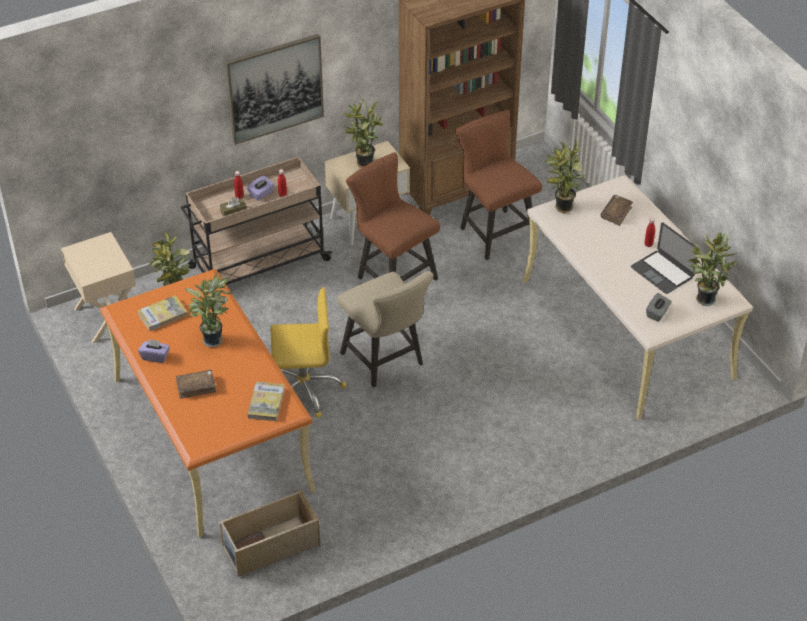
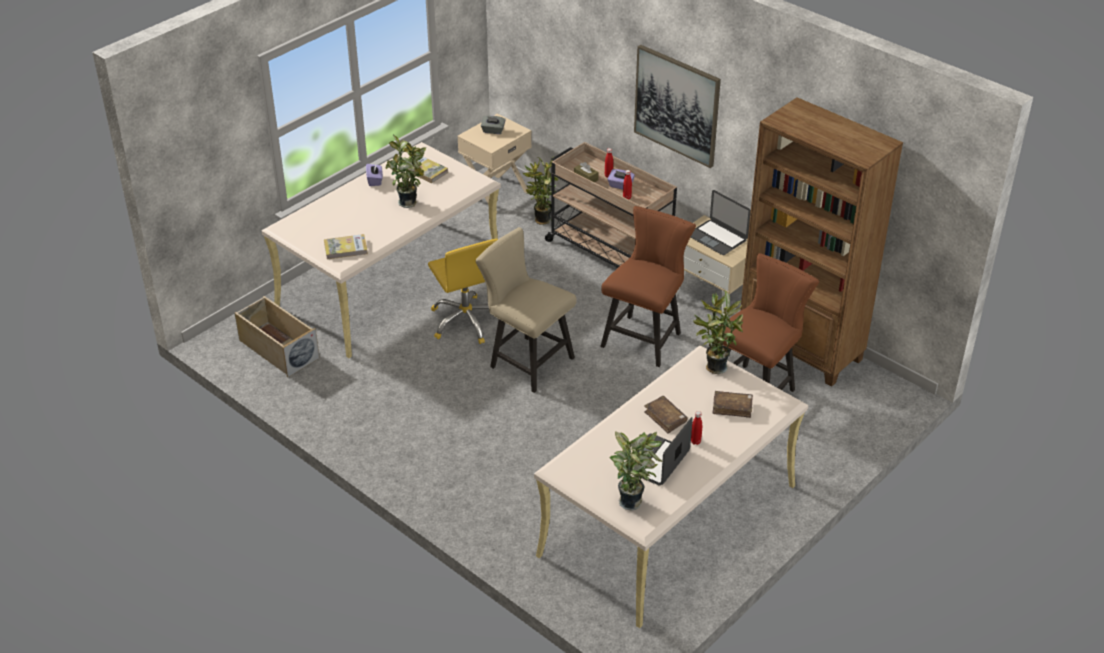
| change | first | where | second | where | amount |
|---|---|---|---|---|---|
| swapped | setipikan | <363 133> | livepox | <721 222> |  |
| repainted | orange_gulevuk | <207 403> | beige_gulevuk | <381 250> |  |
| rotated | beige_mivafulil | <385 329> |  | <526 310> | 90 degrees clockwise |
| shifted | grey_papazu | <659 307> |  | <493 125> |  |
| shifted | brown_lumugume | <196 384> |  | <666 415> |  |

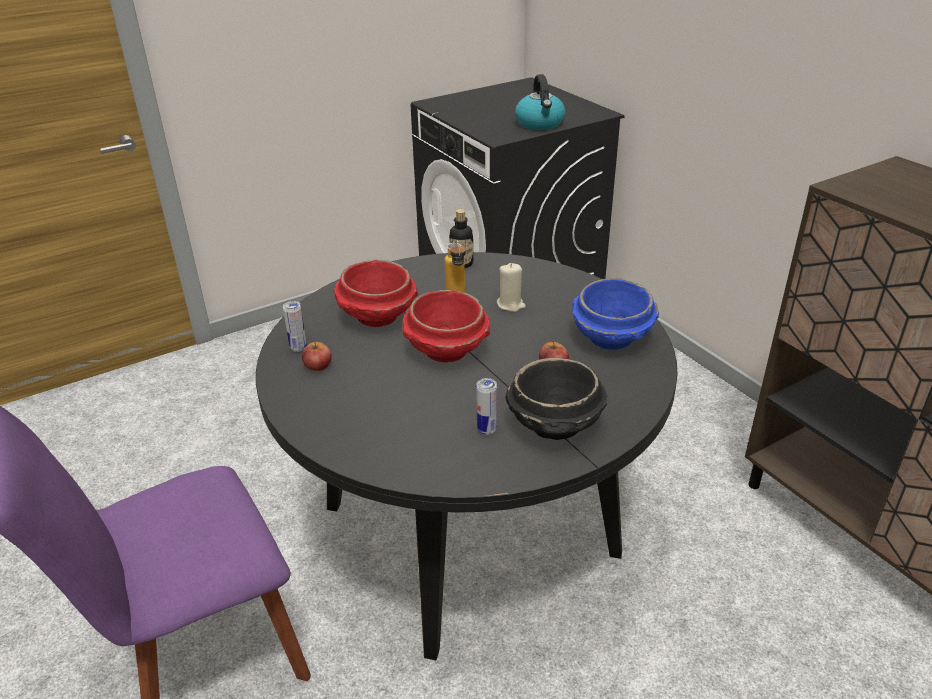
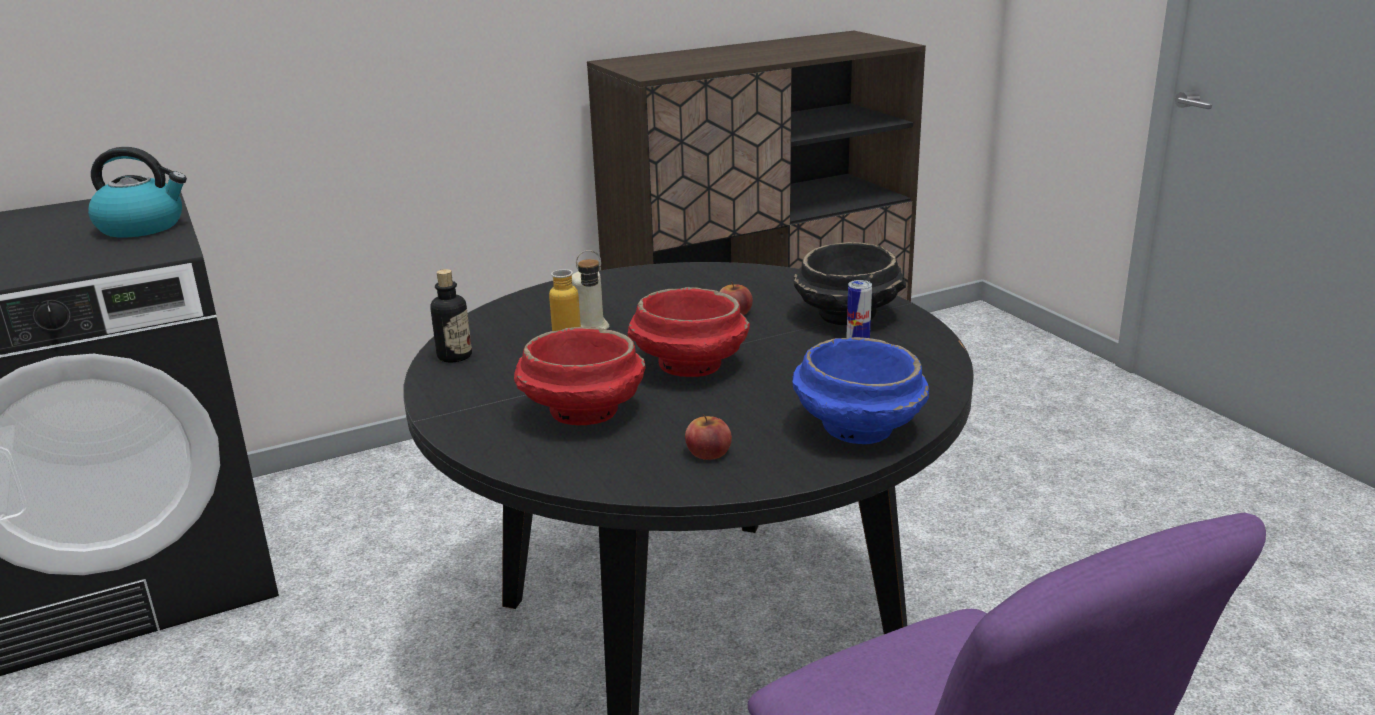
| change | first | where | second | where | amount |
|---|---|---|---|---|---|
| shifted | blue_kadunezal | <615 314> |  | <860 390> |  |
| gone | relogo | <295 326> |  |  |  |

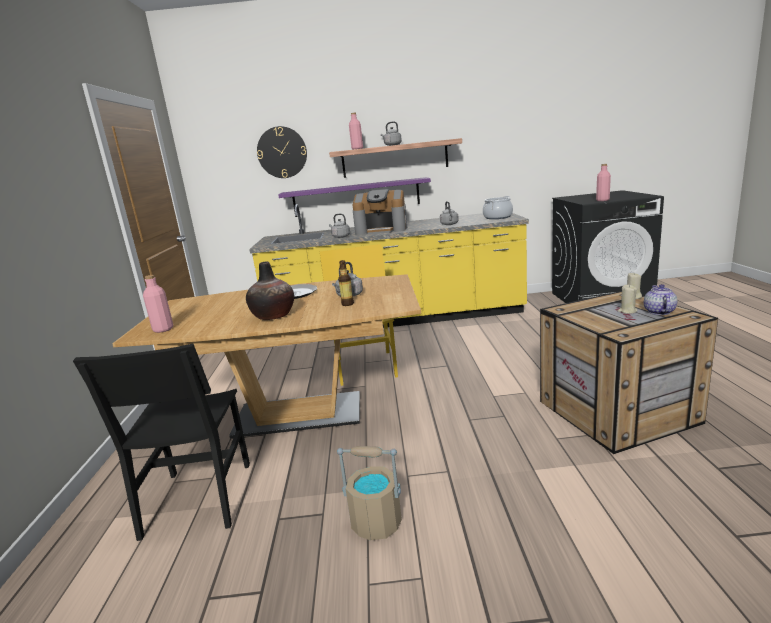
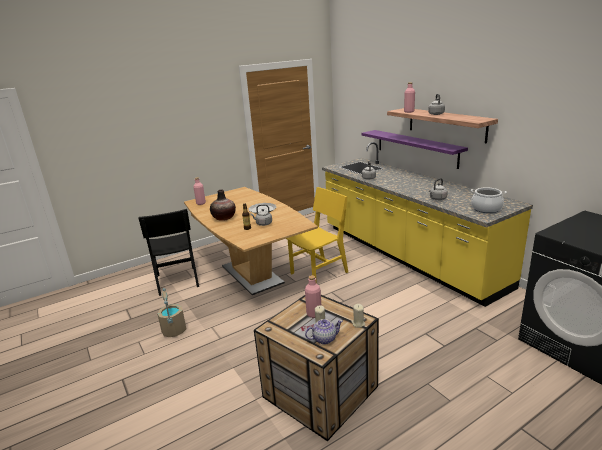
| change | first | where | second | where | amount |
|---|---|---|---|---|---|
| gone | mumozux | <282 152> |  |  |  |
| shifted | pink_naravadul | <603 182> |  | <313 296> |  |
| gone | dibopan | <380 212> |  |  |  |
| rotated | black_mivafulil | <161 442> |  | <169 252> | 75 degrees counterclockwise |

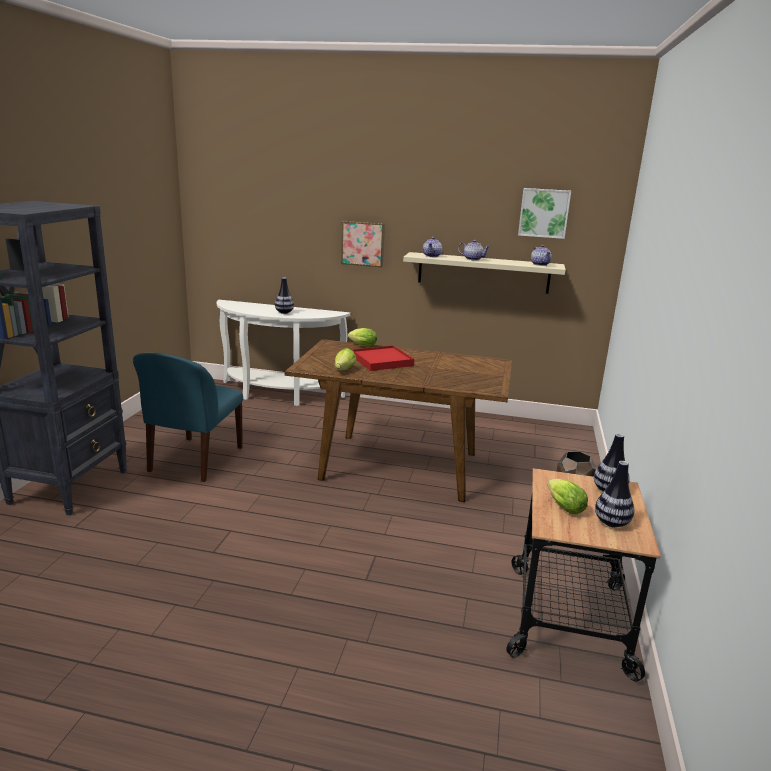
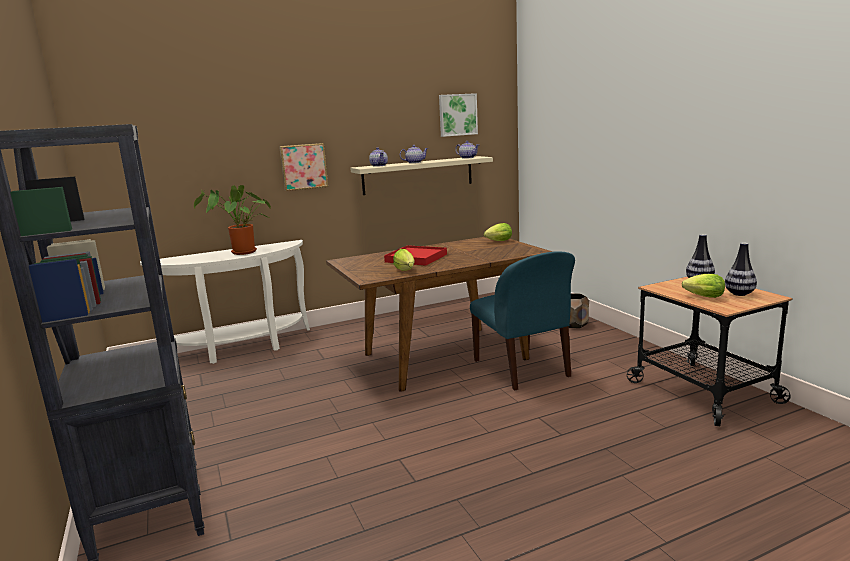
| change | first | where | second | where | amount |
|---|---|---|---|---|---|
| swapped | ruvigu | <284 295> | setipikan | <232 220> |  |
| shifted | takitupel | <362 337> |  | <498 232> |  |
| shifted | blue_mivafulil | <188 417> |  | <522 321> |  |

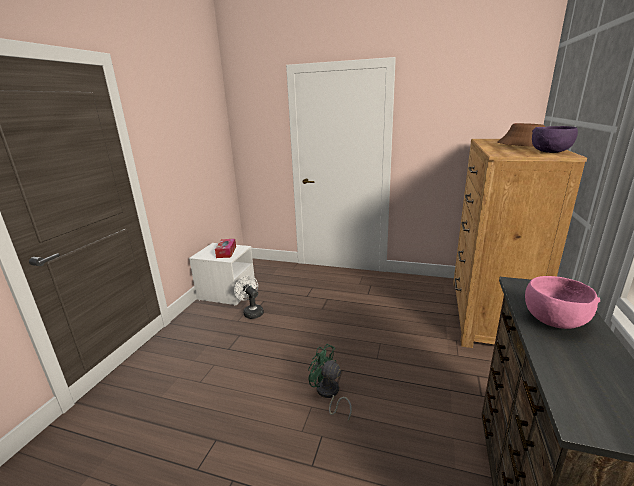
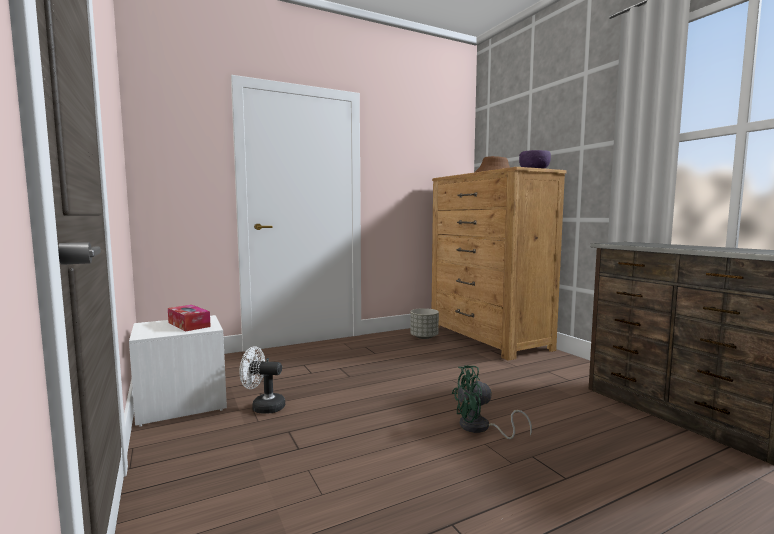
| change | first | where | second | where | amount |
|---|---|---|---|---|---|
| gone | pink_kadunezal | <562 302> |  |  |  |
| new |  |  | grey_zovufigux | <424 323> |  |

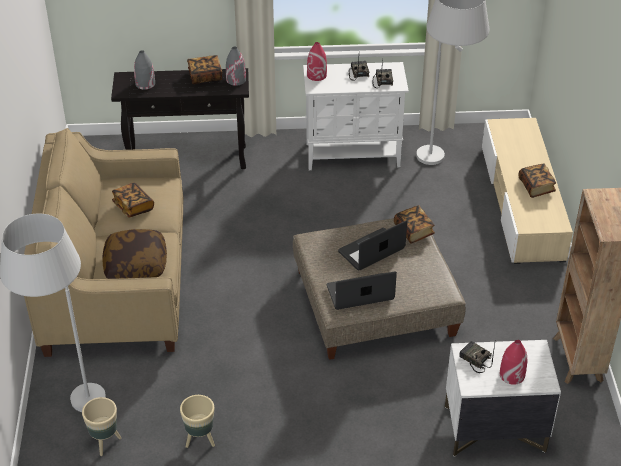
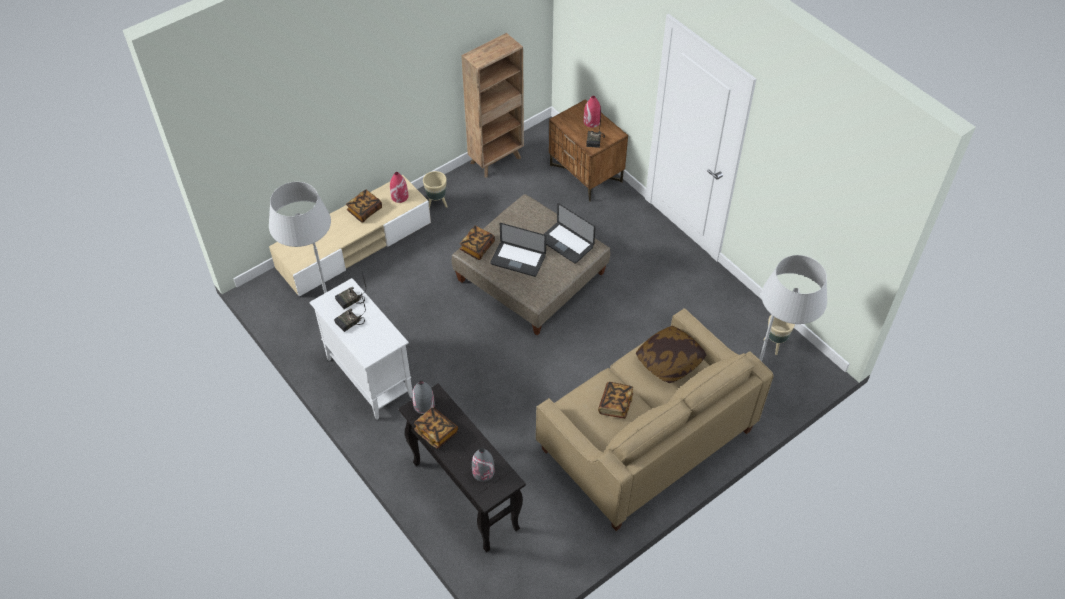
| change | first | where | second | where | amount |
|---|---|---|---|---|---|
| shifted | red_ruvigu | <317 61> |  | <399 187> |  |
| repainted | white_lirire | <503 398> | brown_lirire | <588 150> |  |
| shifted | beige_zovufigux | <197 421> |  | <435 190> |  |

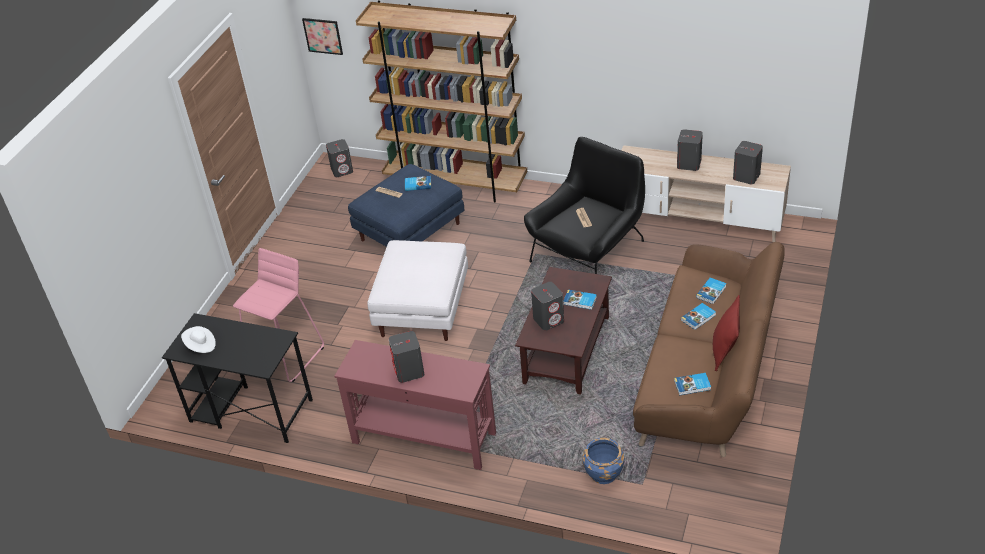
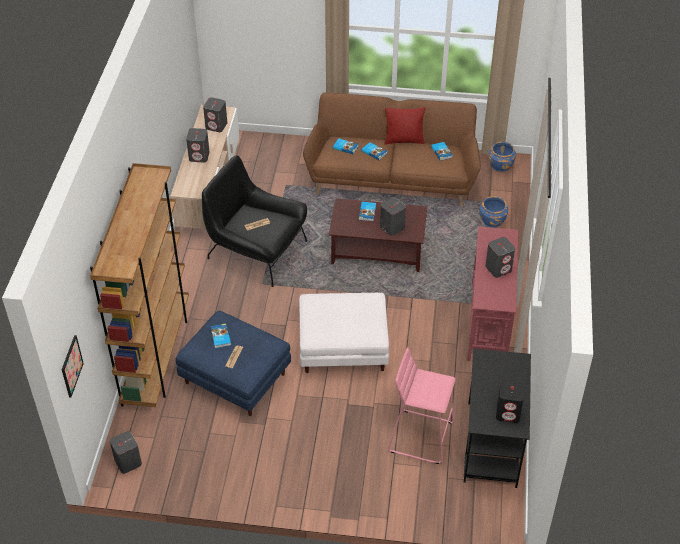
| change | first | where | second | where | amount |
|---|---|---|---|---|---|
| swapped | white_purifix | <198 339> | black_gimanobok | <510 401> |  |
| new |  |  | blue_zovufigux | <502 157> |  |

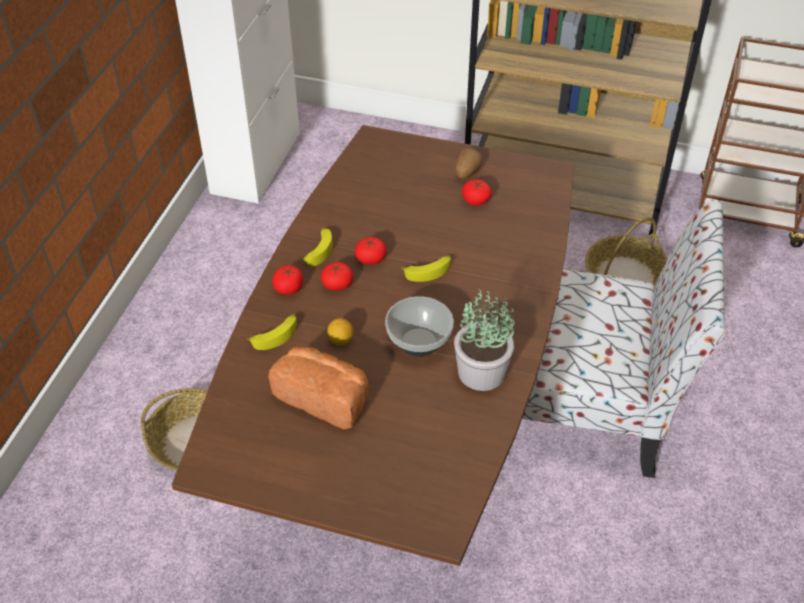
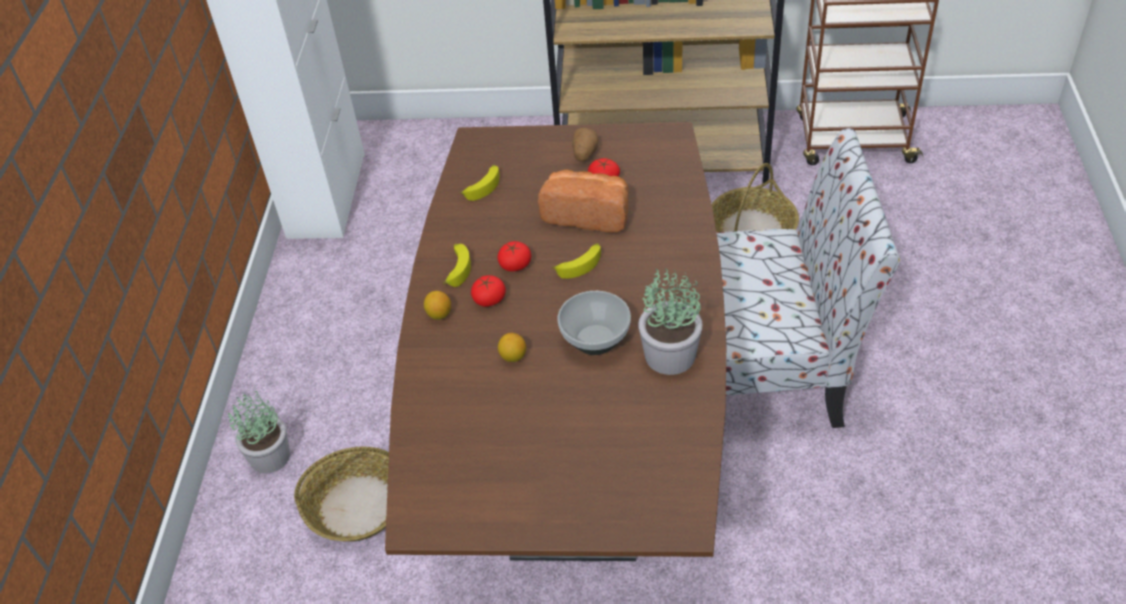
| change | first | where | second | where | amount |
|---|---|---|---|---|---|
| swapped | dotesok | <287 280> | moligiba | <437 305> |  |
| shifted | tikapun | <272 332> |  | <480 183> |  |
| shifted | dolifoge | <318 387> |  | <583 201> |  |
| new |  |  | setipikan | <259 431> |  |

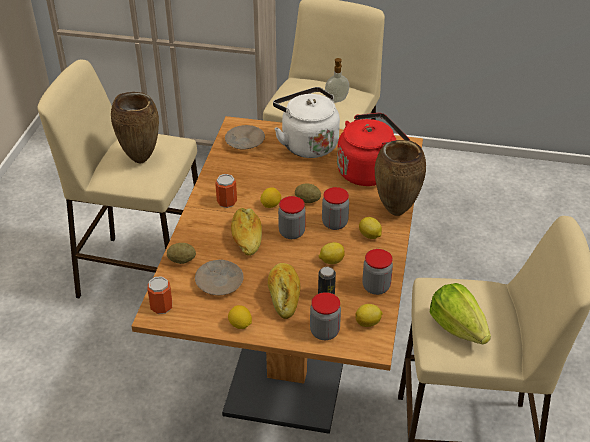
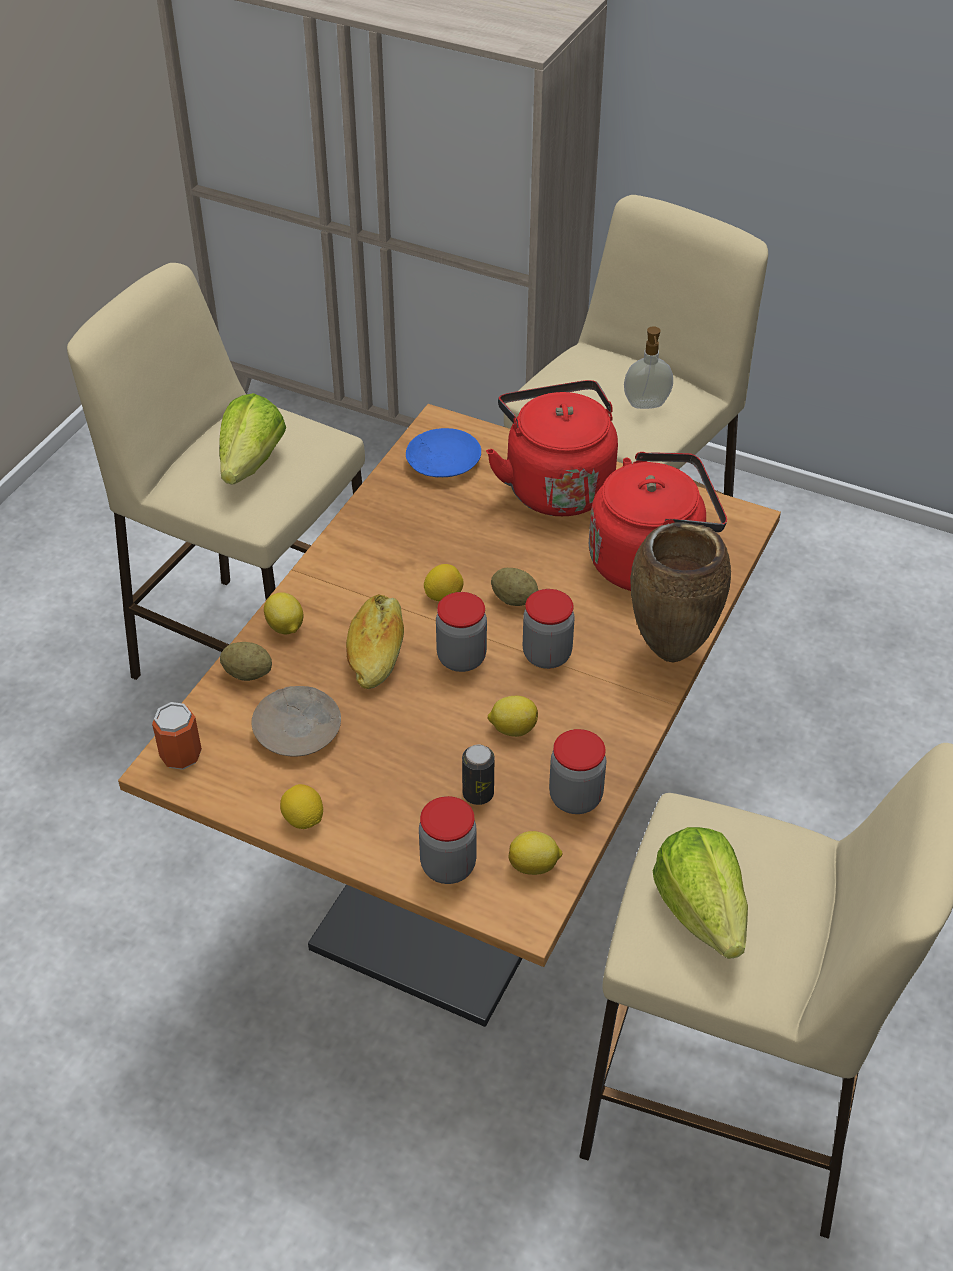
| change | first | where | second | where | amount |
|---|---|---|---|---|---|
| repainted | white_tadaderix | <306 122> | red_tadaderix | <552 448> |  |
| swapped | brown_ruvigu | <135 127> | takitupel | <252 439> |  |
| repainted | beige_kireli | <245 137> | blue_kireli | <443 452> |  |
| gone | relogo | <226 191> |  |  |  |
| shifted | moligiba | <370 228> |  | <284 613> |  |
| gone | dolifoge | <284 291> |  |  |  |

